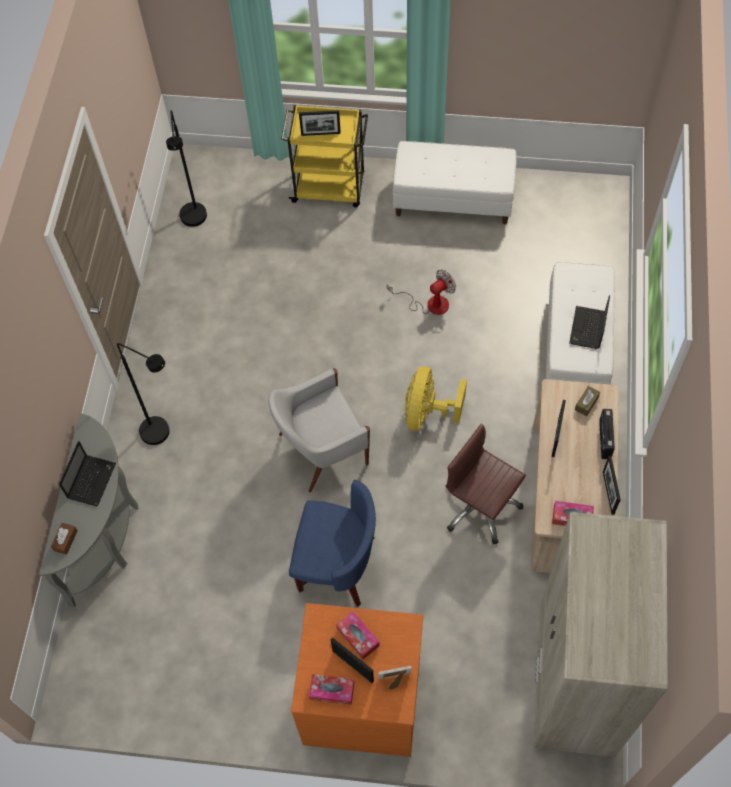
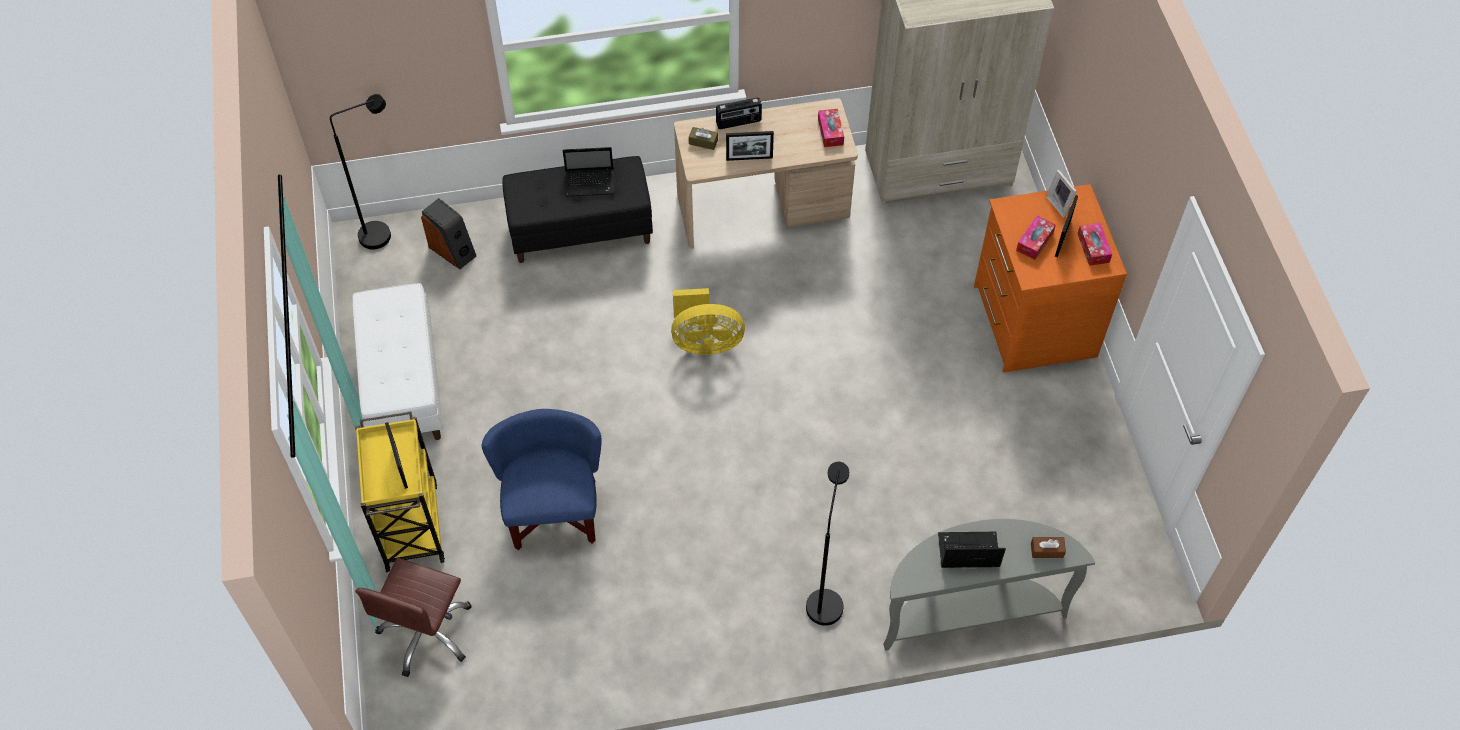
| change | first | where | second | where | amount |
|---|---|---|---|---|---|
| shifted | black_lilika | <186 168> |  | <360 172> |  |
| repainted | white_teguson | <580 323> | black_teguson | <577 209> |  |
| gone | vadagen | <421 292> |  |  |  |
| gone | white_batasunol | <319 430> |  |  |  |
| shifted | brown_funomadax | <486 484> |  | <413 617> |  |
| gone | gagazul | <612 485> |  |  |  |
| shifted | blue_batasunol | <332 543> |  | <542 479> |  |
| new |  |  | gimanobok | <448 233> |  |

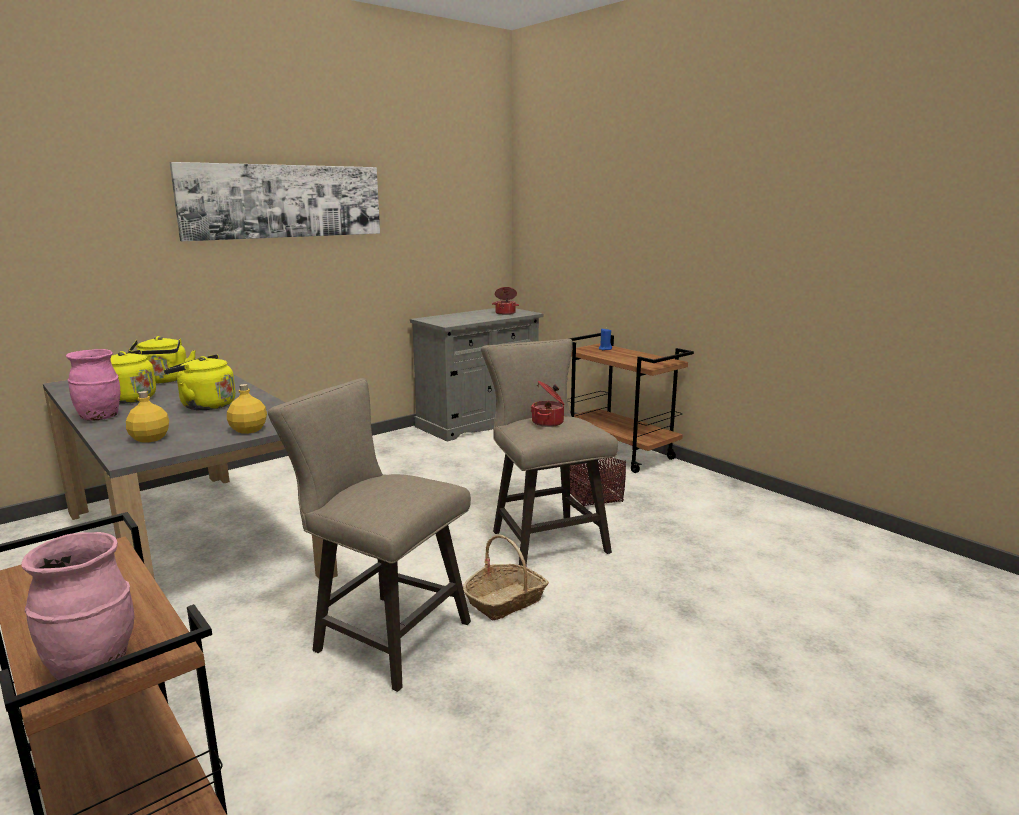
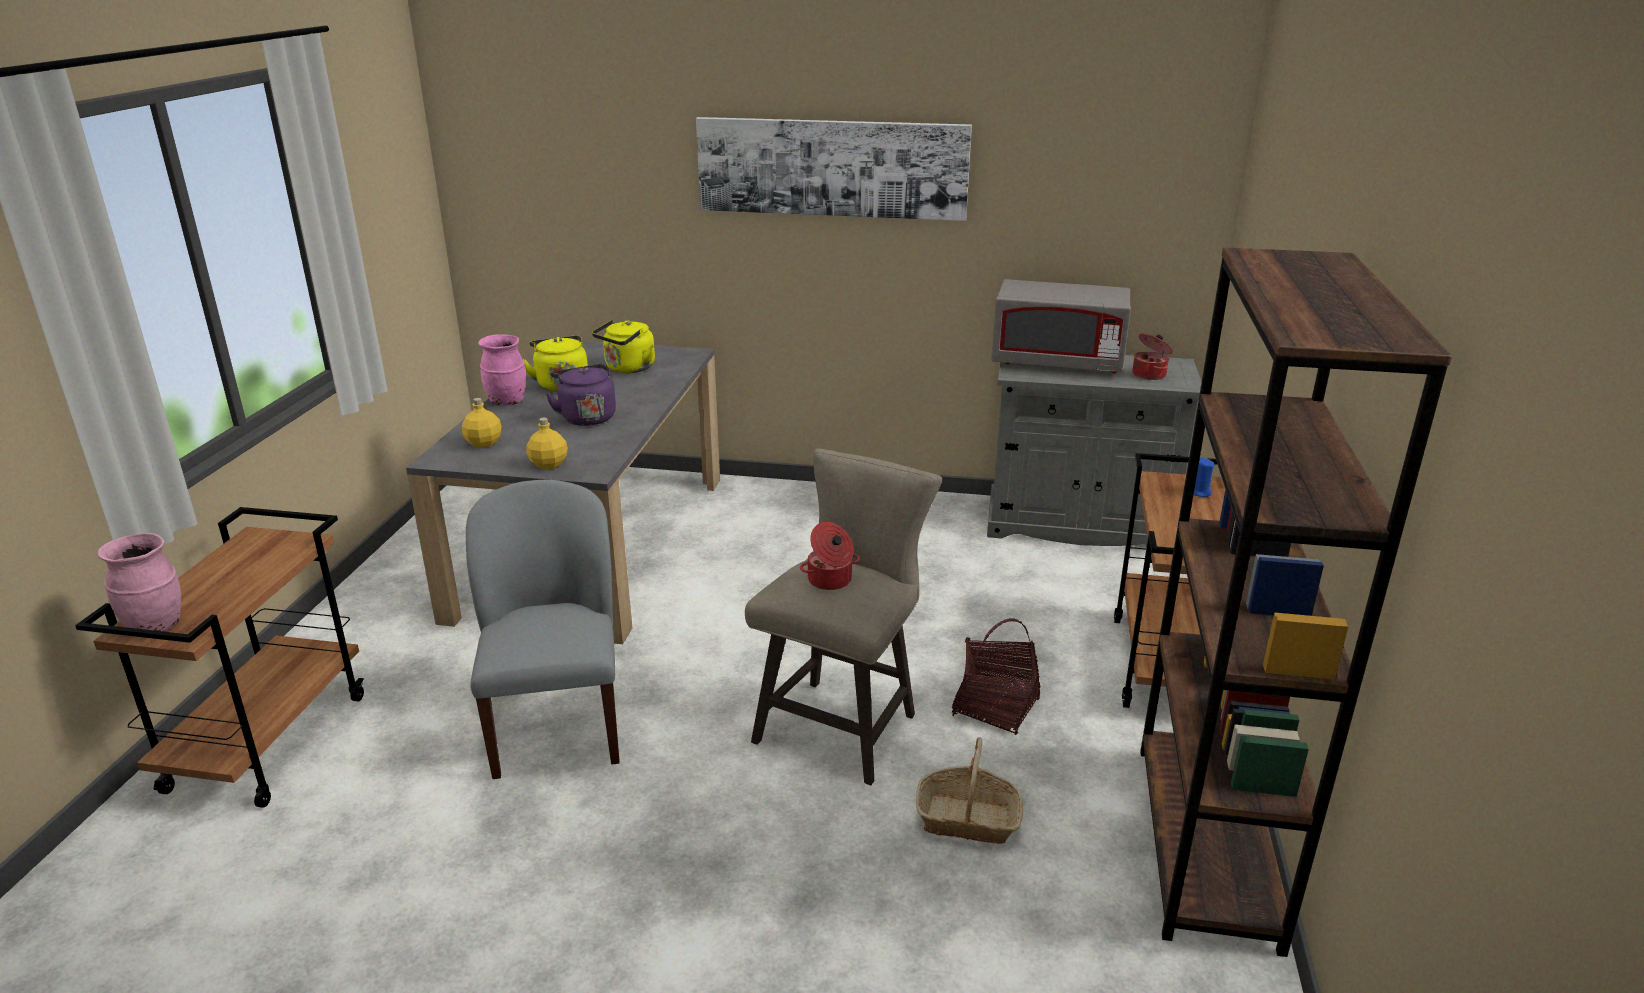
| change | first | where | second | where | amount |
|---|---|---|---|---|---|
| repainted | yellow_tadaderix | <199 382> | purple_tadaderix | <580 395> |  |
| swapped | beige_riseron | <369 535> | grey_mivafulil | <543 629> |  |
| shifted | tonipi | <506 578> |  | <969 790> |  |
| new |  |  | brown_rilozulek | <1296 602> |  |
| new |  |  | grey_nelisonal | <1061 326> |  |

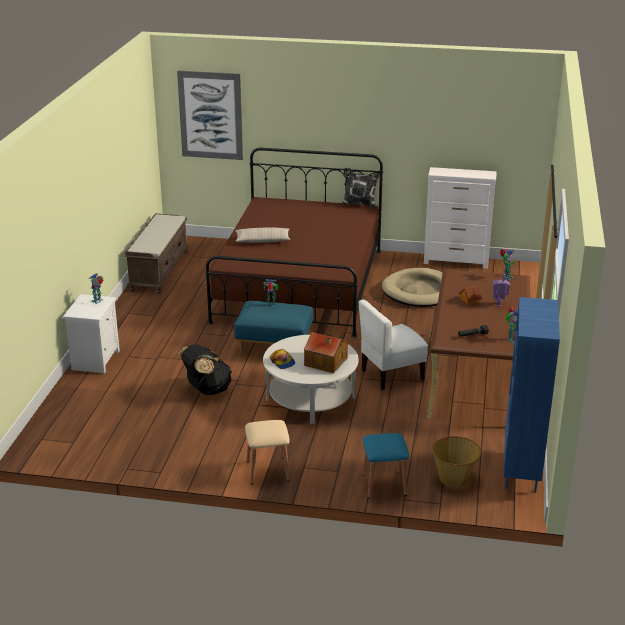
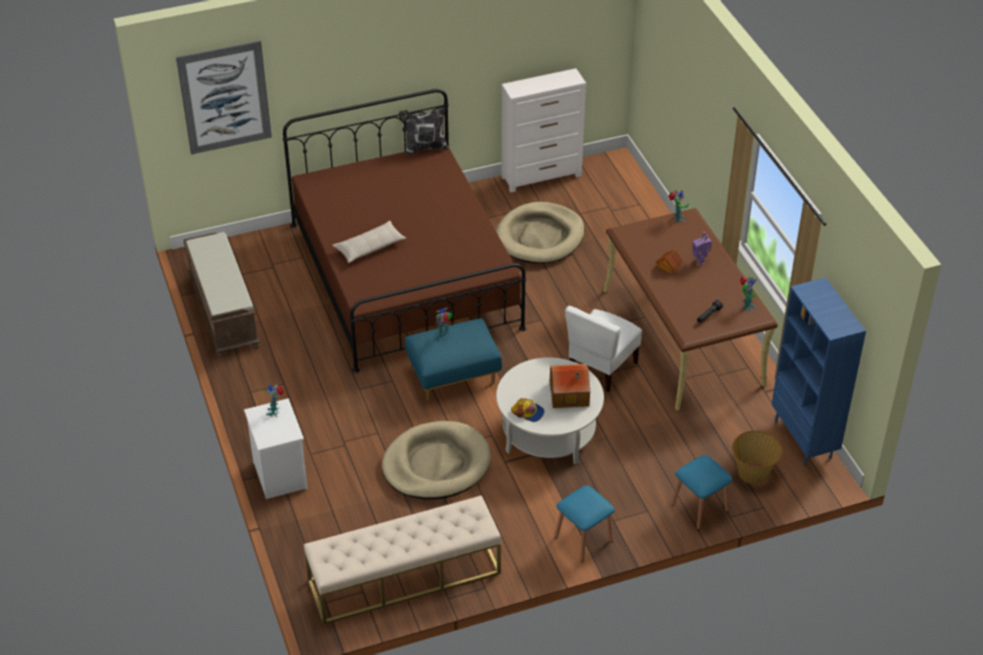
| change | first | where | second | where | amount |
|---|---|---|---|---|---|
| swapped | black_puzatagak | <205 369> | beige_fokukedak | <436 460> |  |
| repainted | beige_riseron | <267 452> | blue_riseron | <585 523> |  |
| new |  |  | beige_teguson | <402 560> |  |

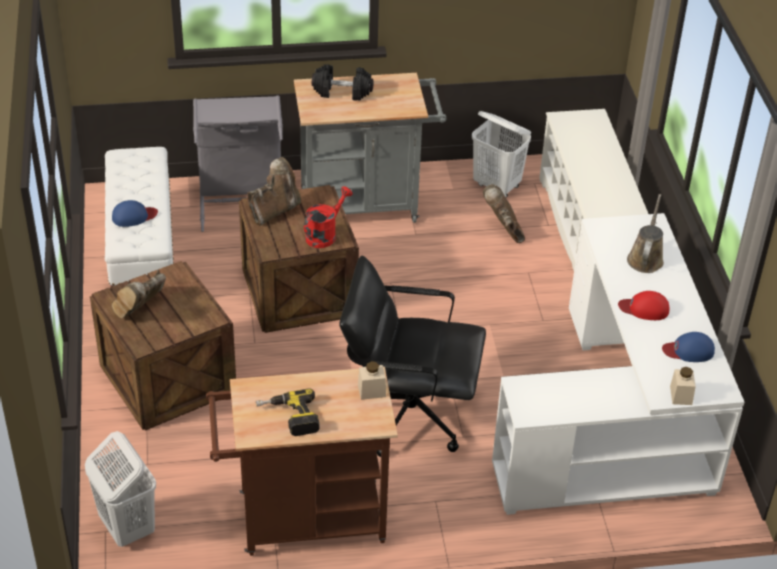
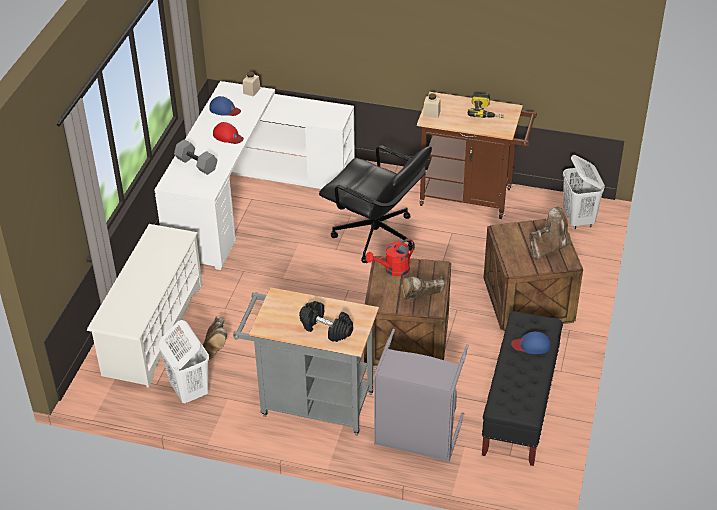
| change | first | where | second | where | amount |
|---|---|---|---|---|---|
| repainted | white_teguson | <139 217> | black_teguson | <522 388> |  |
| swapped | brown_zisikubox | <645 233> | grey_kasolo | <195 157> |  |

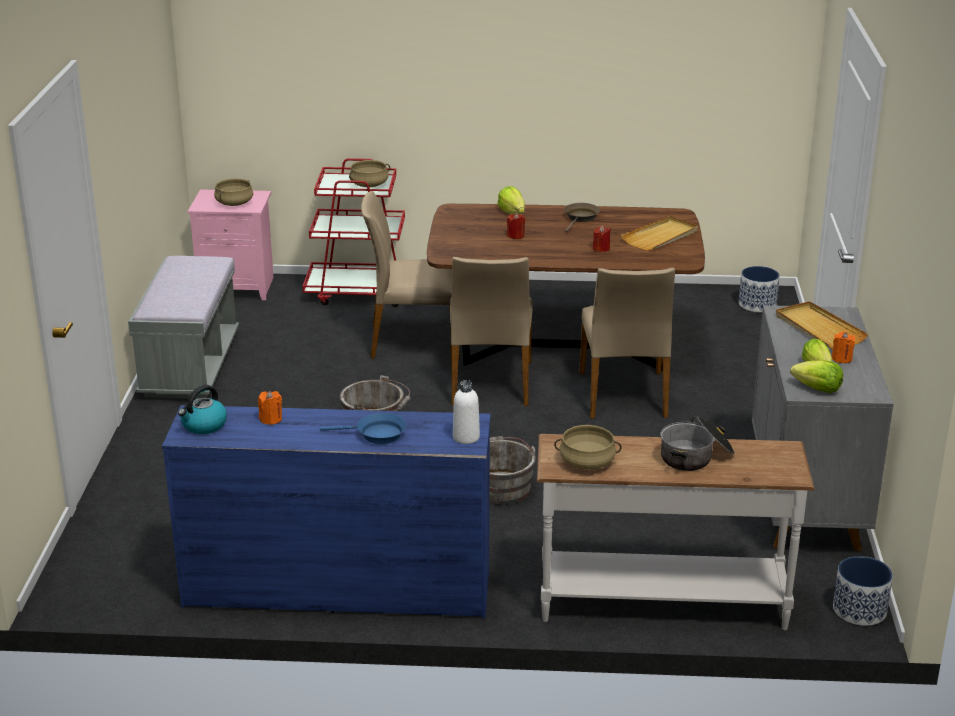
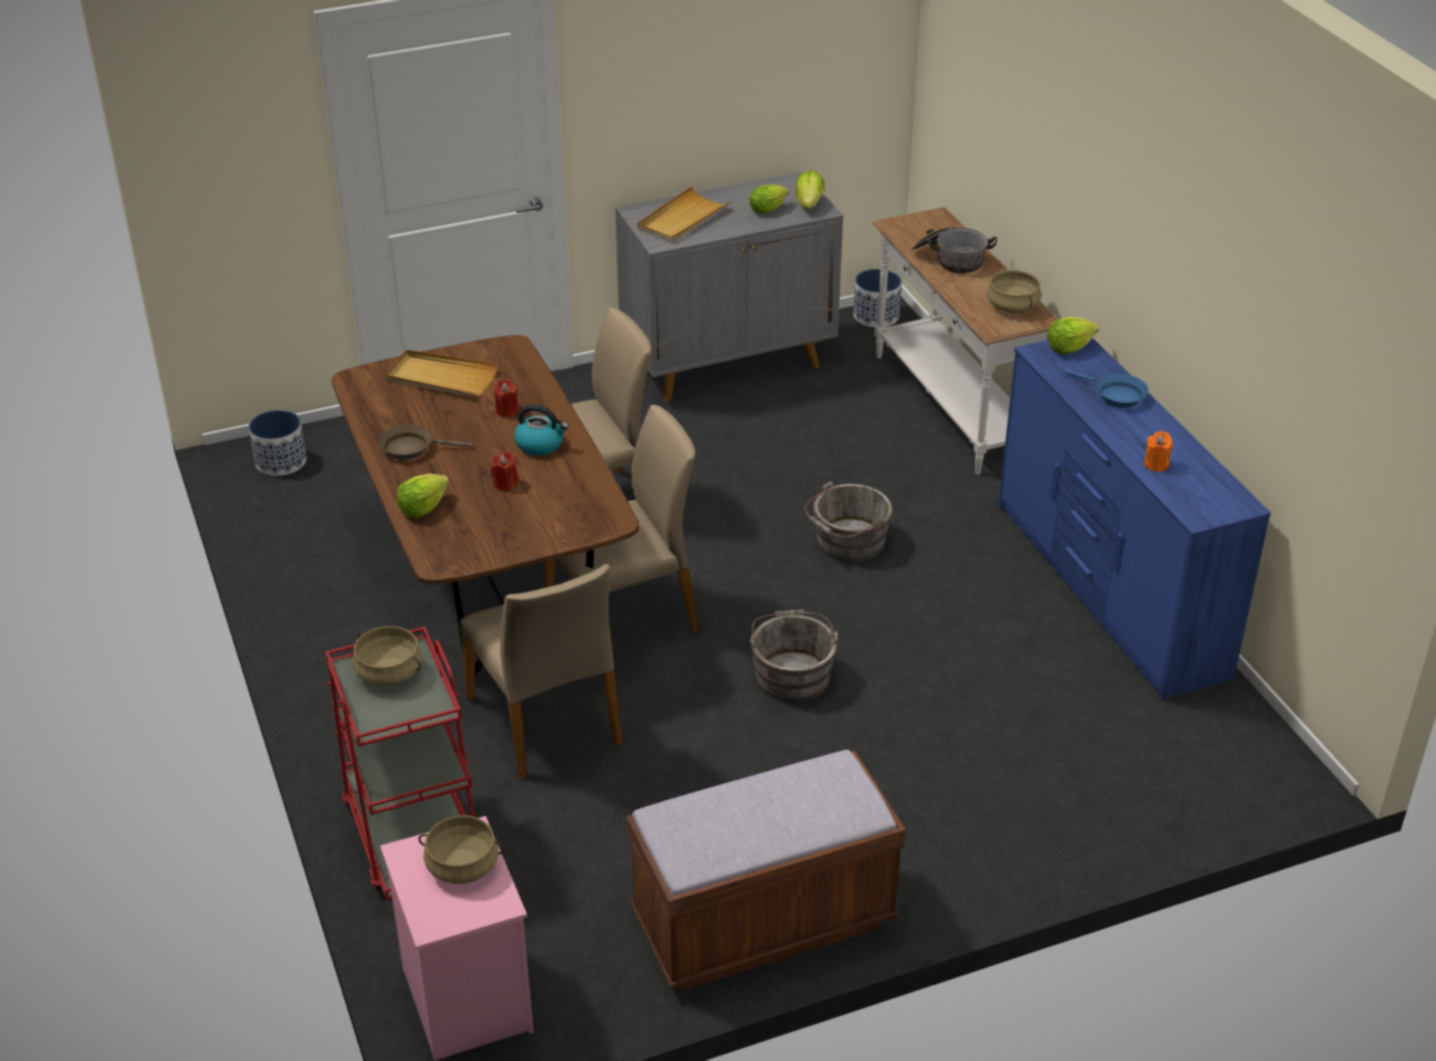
| change | first | where | second | where | amount |
|---|---|---|---|---|---|
| repainted | grey_teguson | <183 327> | brown_teguson | <766 870> |  |
| gone | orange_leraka | <843 347> |  |  |  |
| swapped | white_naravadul | <466 412> | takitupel | <1073 335> |  |
| shifted | tadaderix | <202 409> |  | <541 430> |  |
| rotated | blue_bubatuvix | <363 428> |  | <1106 388> | 150 degrees clockwise |

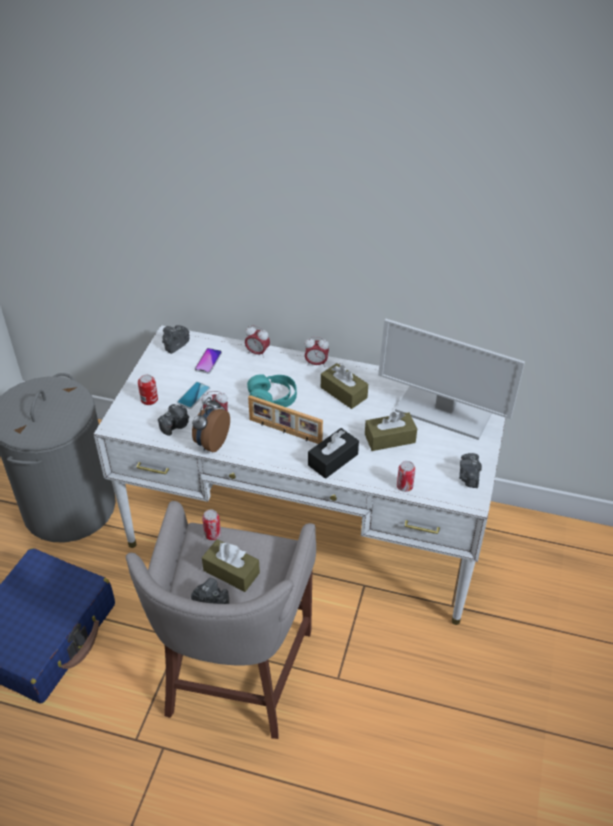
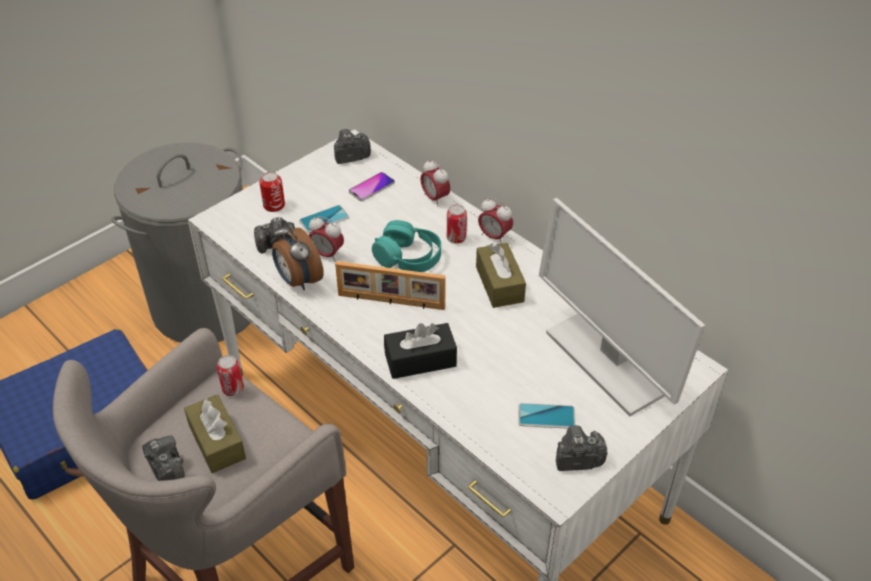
| change | first | where | second | where | amount |
|---|---|---|---|---|---|
| rotated | gagazul | <285 419> |  | <390 285> | 45 degrees counterclockwise |
| rotated | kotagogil | <211 424> |  | <298 255> | 90 degrees counterclockwise |
| gone | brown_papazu | <391 431> |  |  |  |
| rotated | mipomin | <470 470> |  | <582 448> | 45 degrees clockwise |
| shifted | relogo | <406 476> |  | <457 223> |  |
| new |  |  | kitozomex | <547 416> |  |

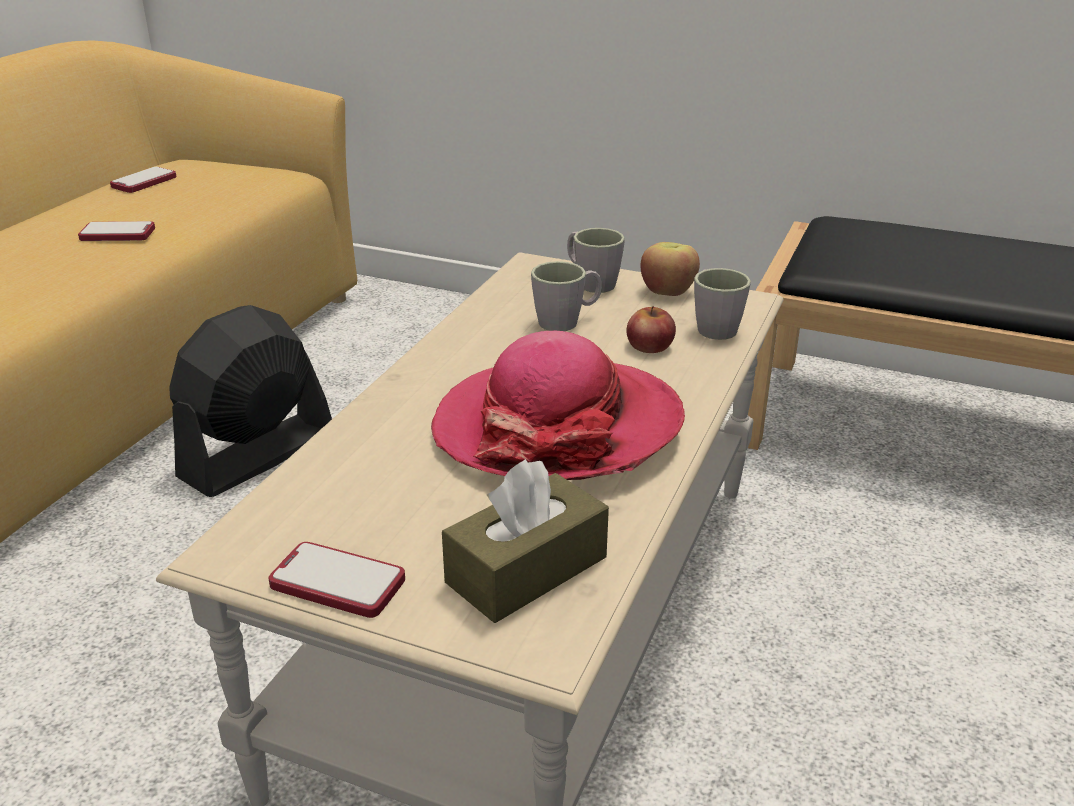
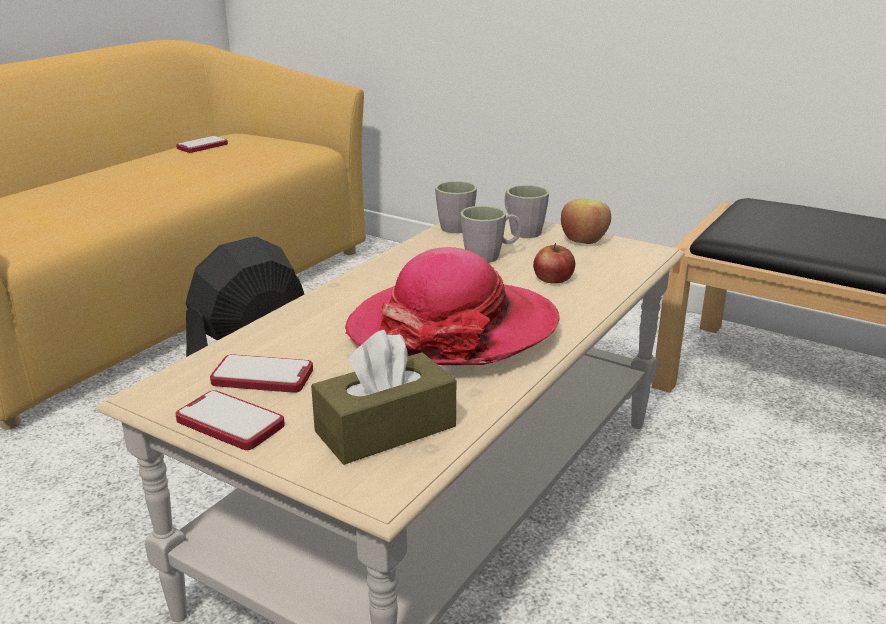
| change | first | where | second | where | amount |
|---|---|---|---|---|---|
| shifted | kitozomex | <116 231> |  | <261 373> |  |
| shifted | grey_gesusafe | <722 304> |  | <456 207> |  |

